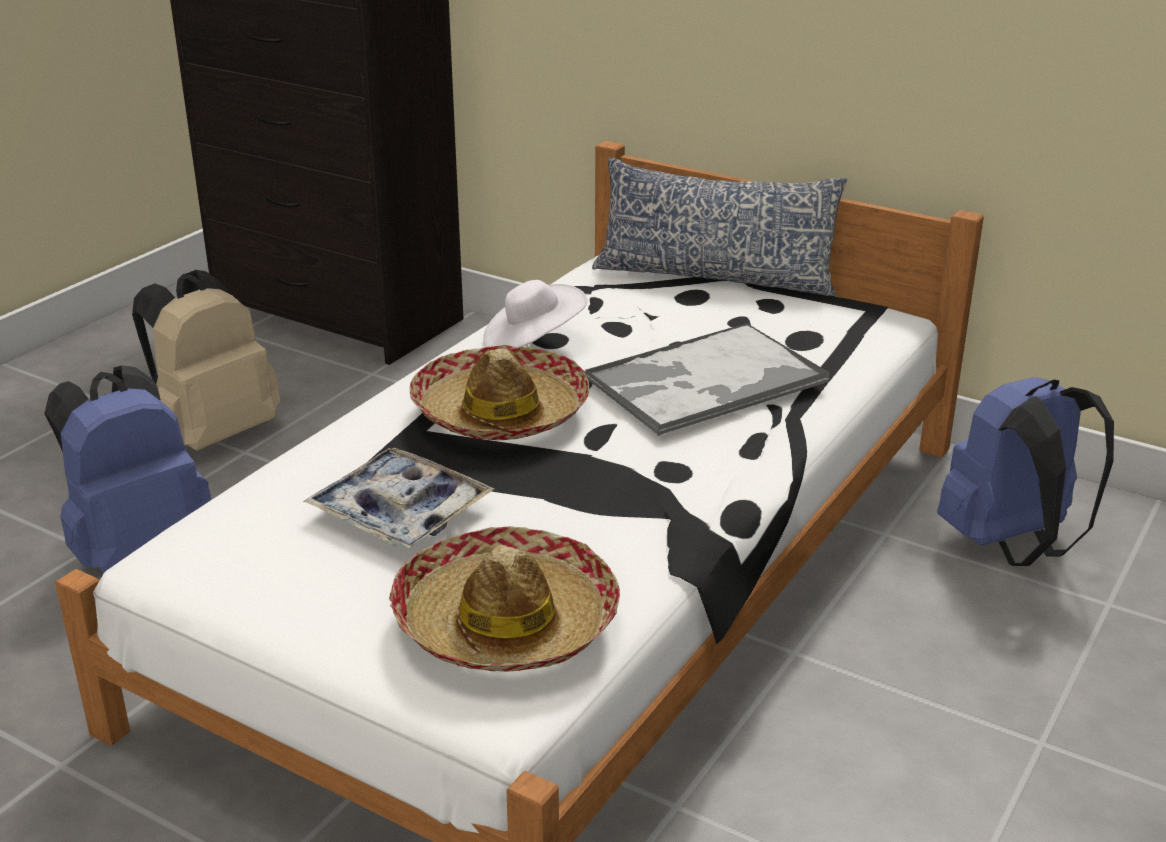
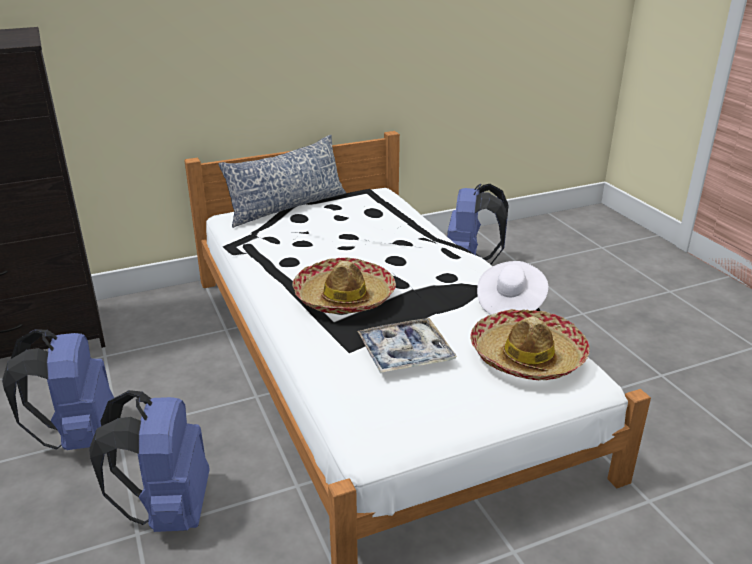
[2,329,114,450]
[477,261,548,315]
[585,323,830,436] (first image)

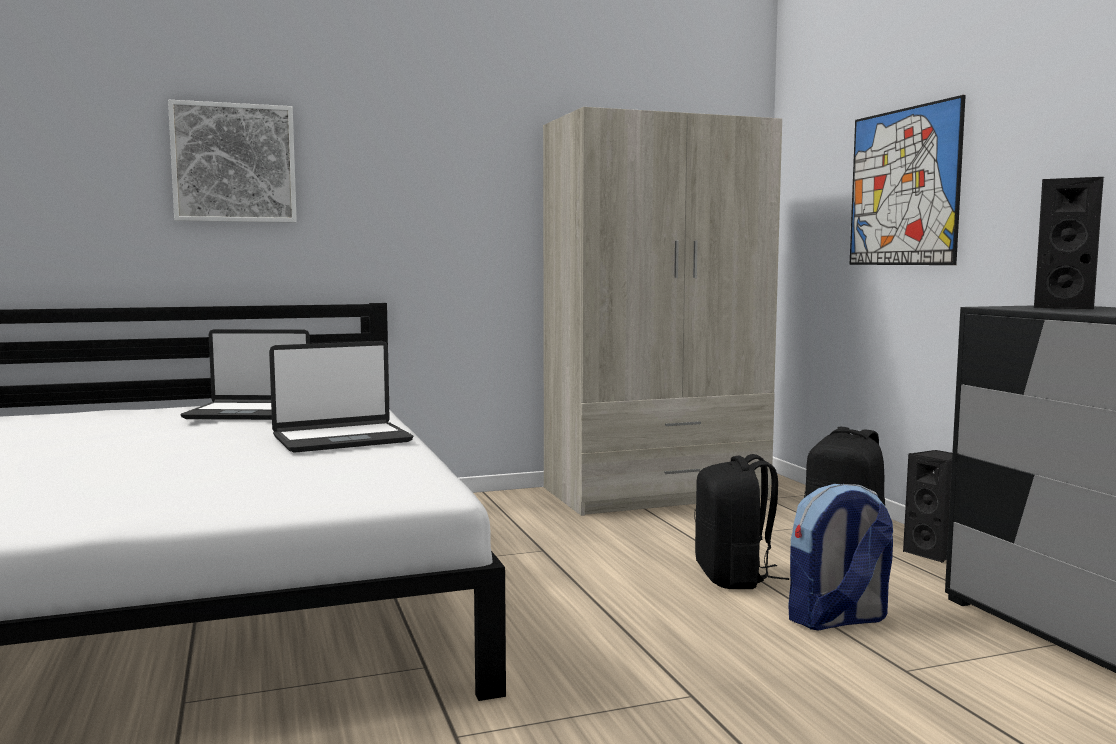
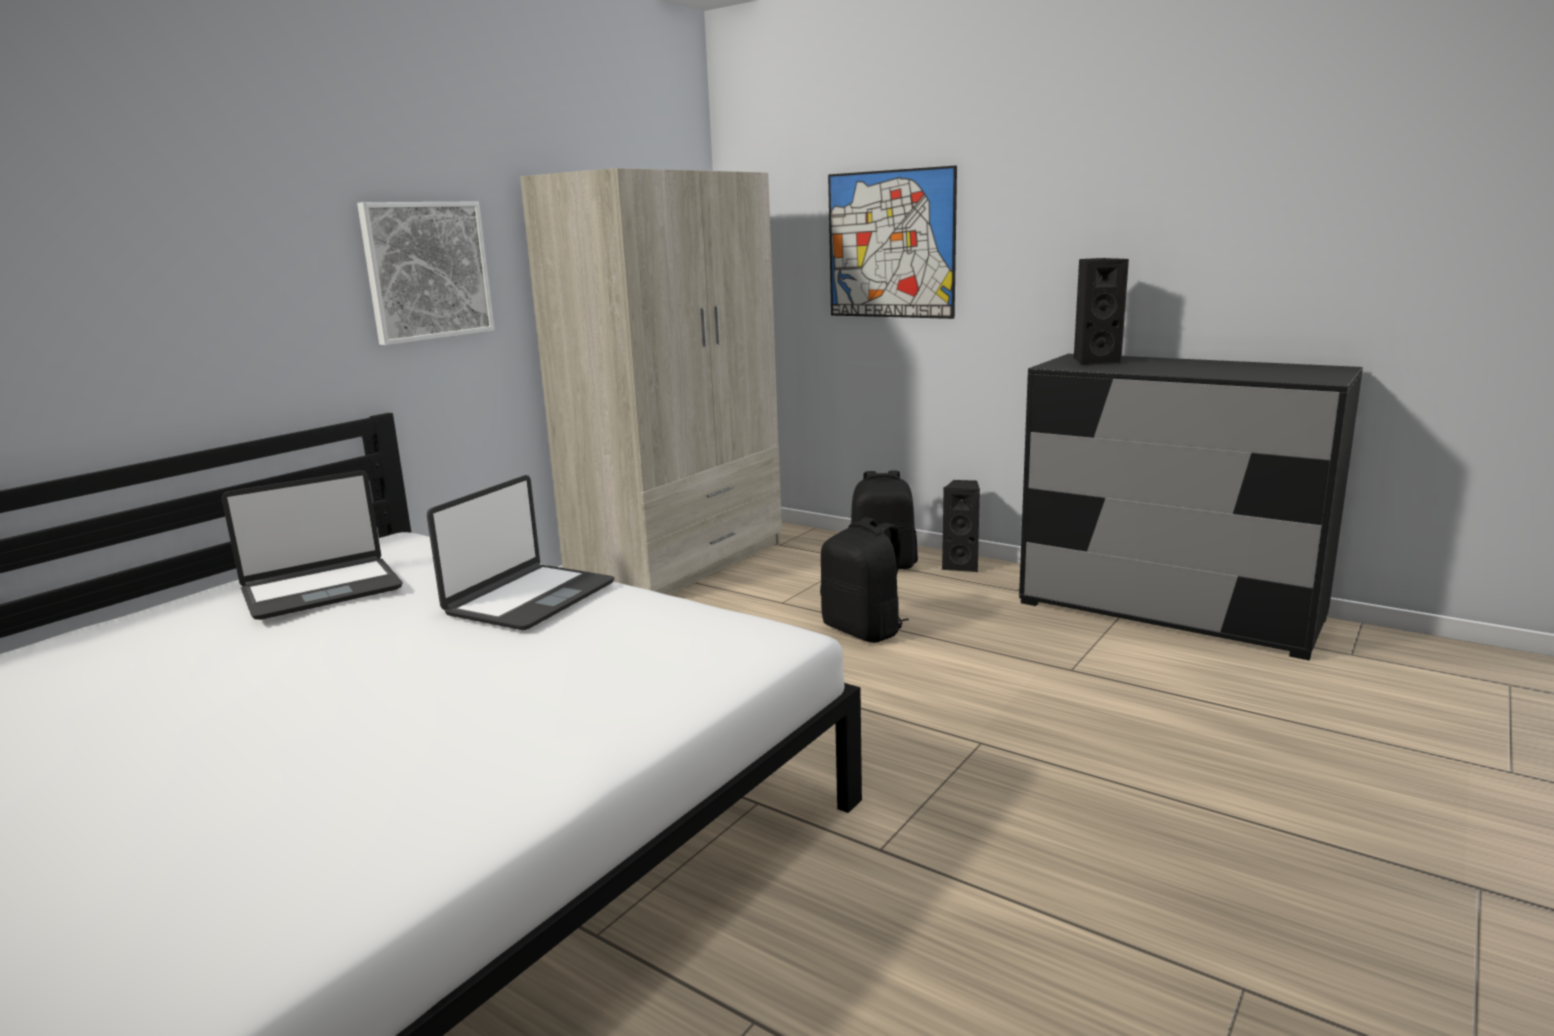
[357,202,495,346]
[788,484,893,630] (first image)

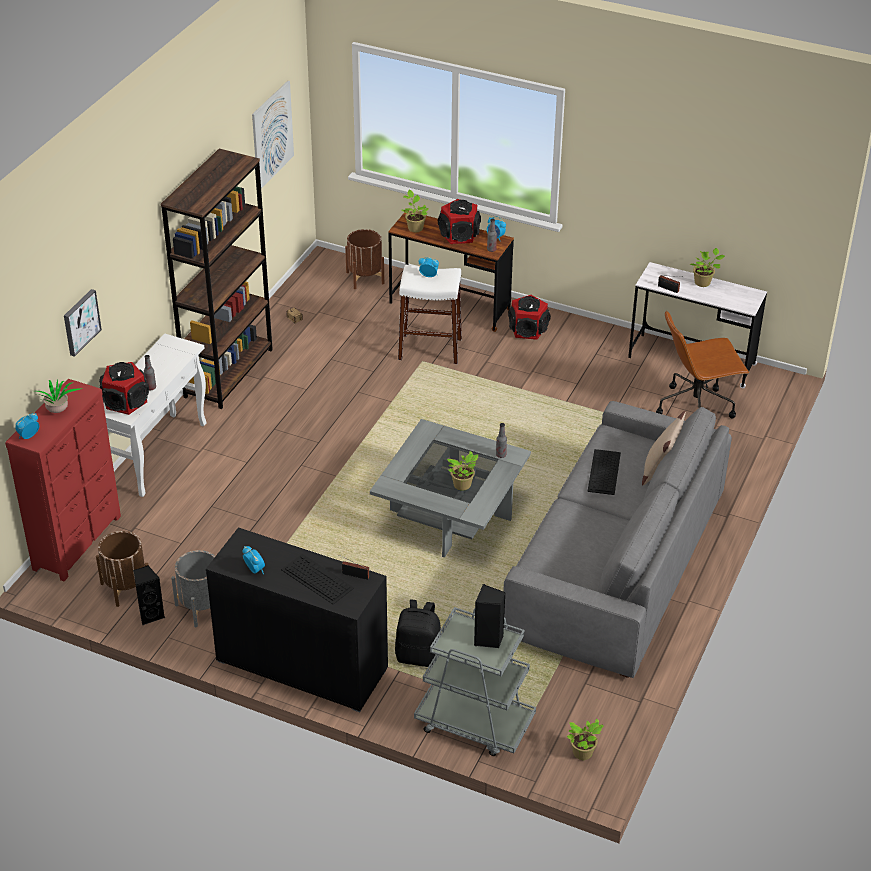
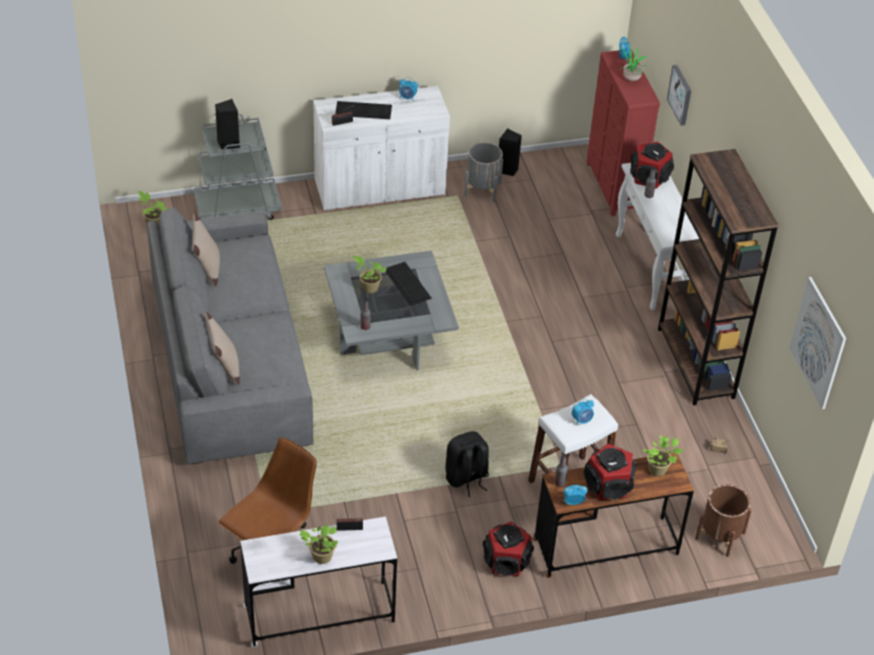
[385,262,432,306]
[313,86,450,210]
[96,531,148,607] (first image)
[446,431,489,497]
[192,214,220,286]

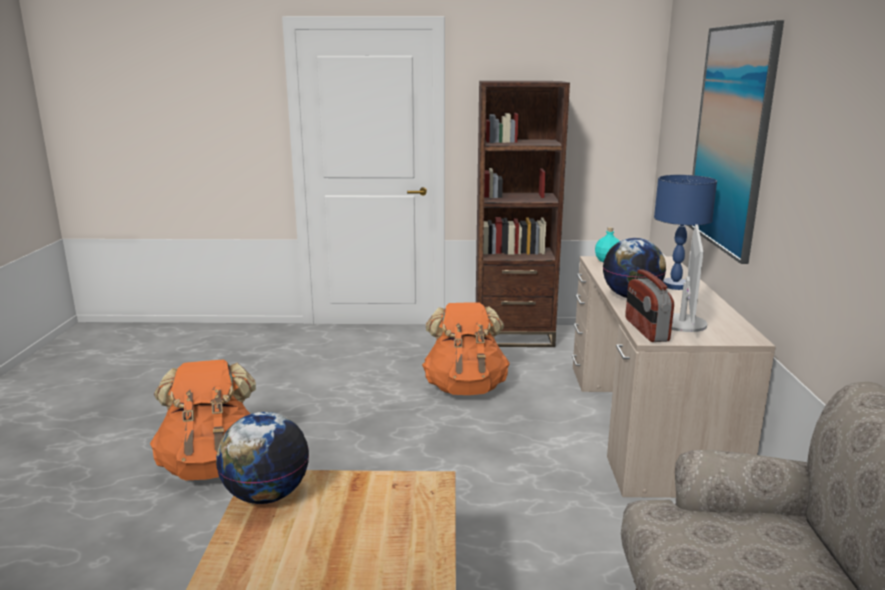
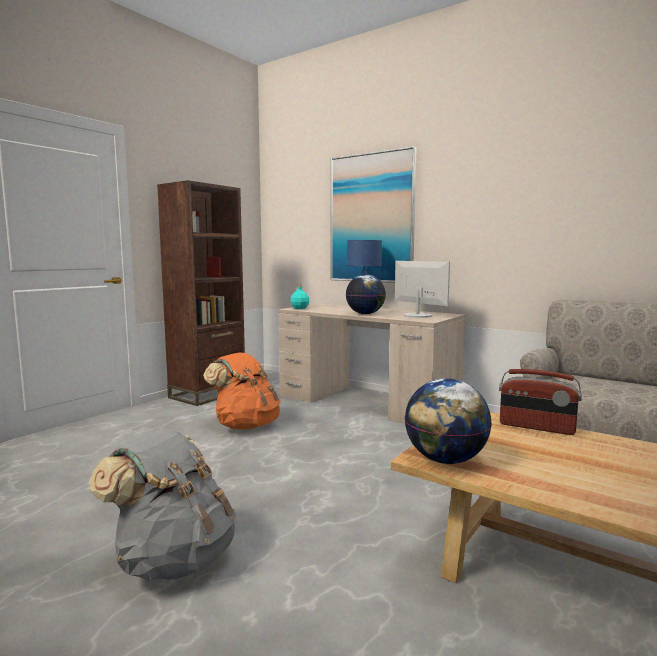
[499,369,582,435]
[89,428,237,581]

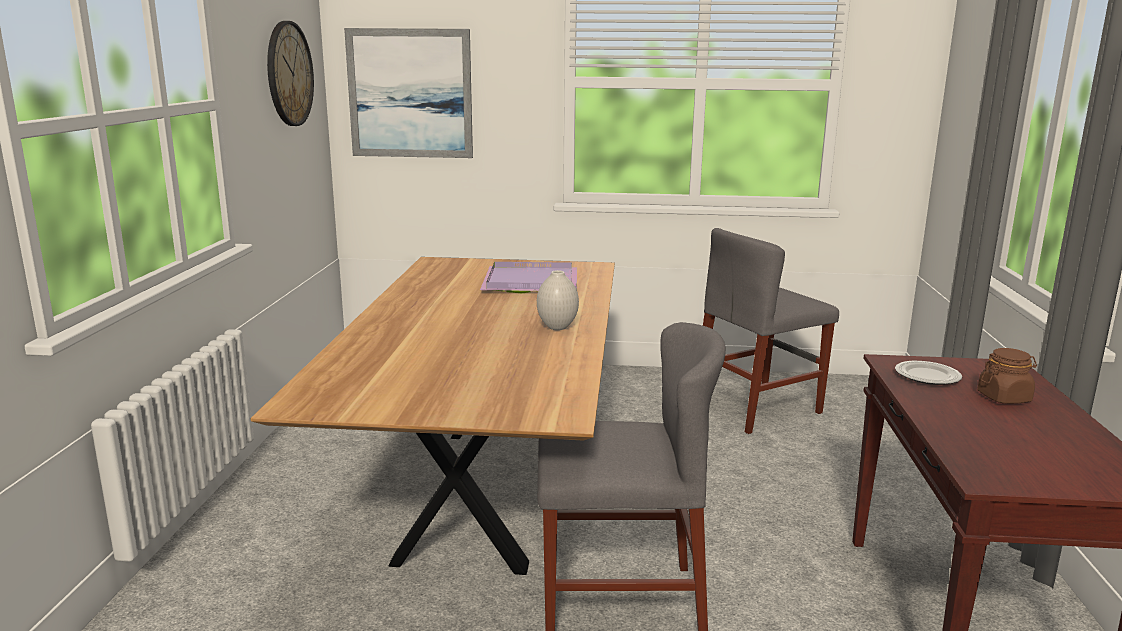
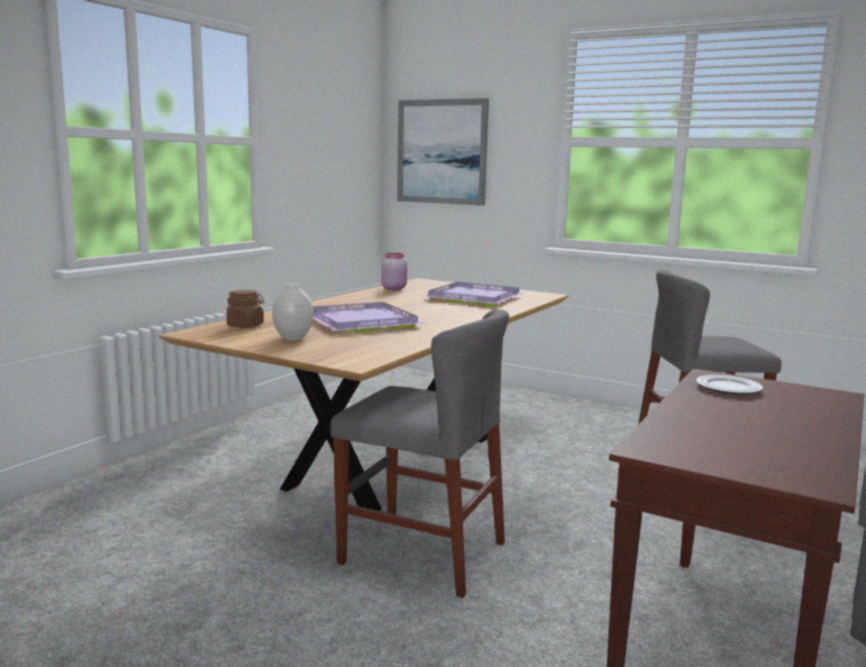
[267,21,314,126] (first image)
[272,283,314,341]
[226,290,264,328]
[381,253,407,290]
[313,302,425,332]

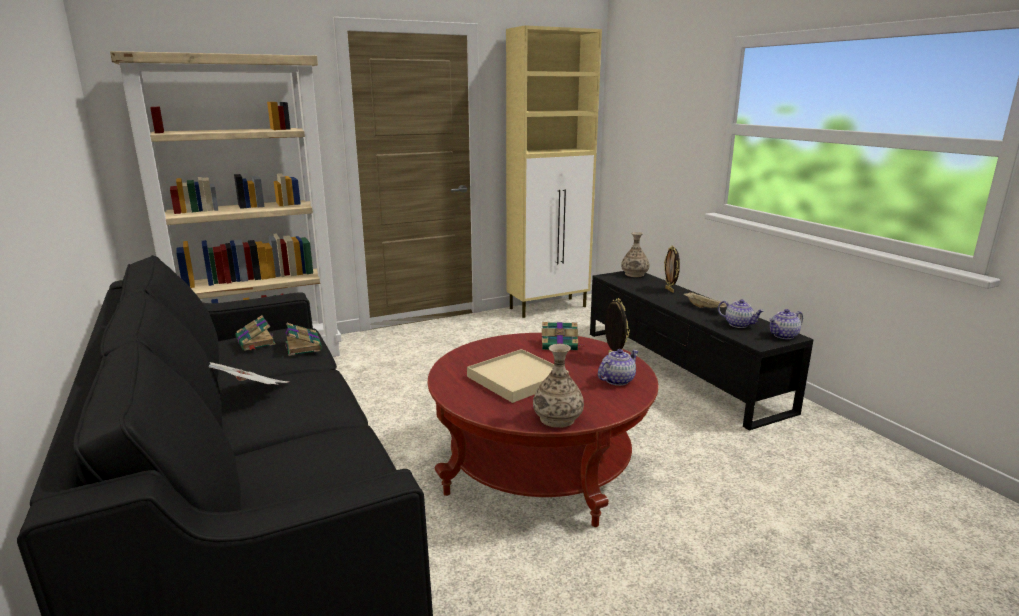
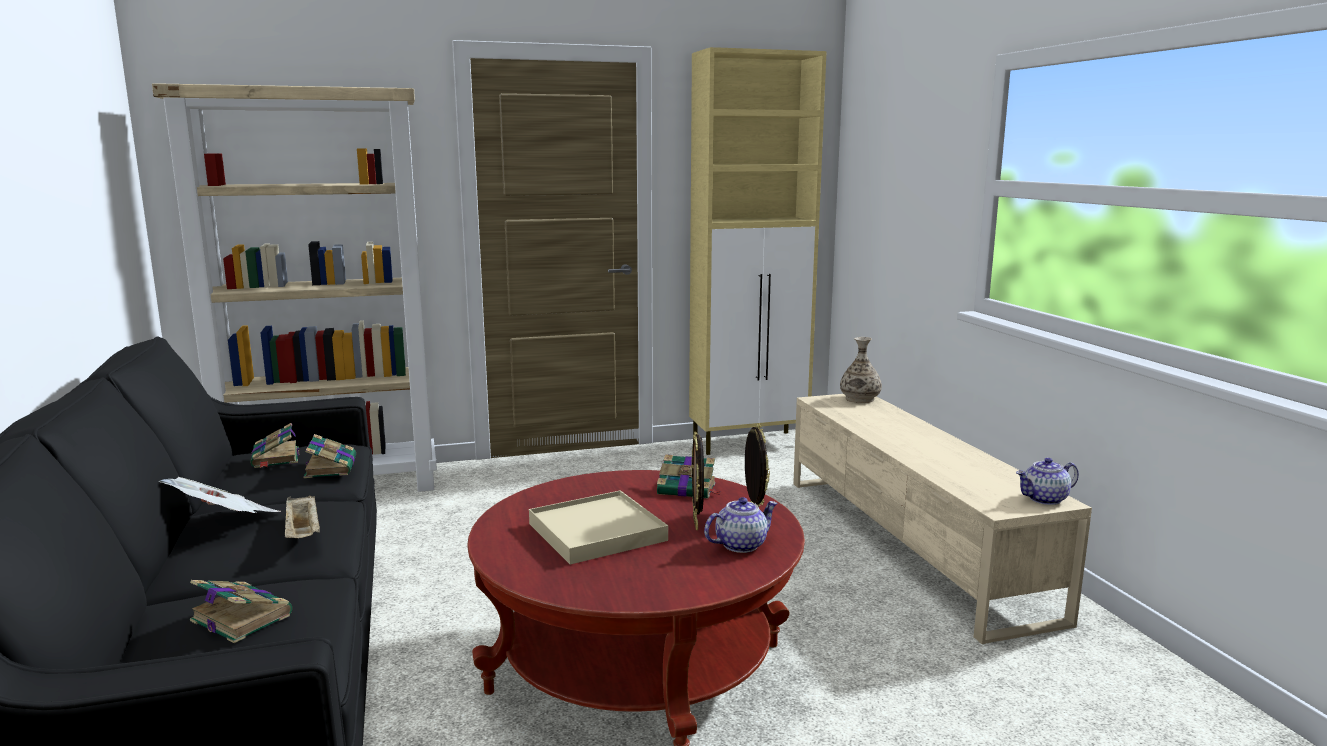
[691,432,704,530]
[793,394,1092,644]
[285,495,320,538]
[718,299,764,328] (first image)
[533,344,584,428] (first image)
[190,580,292,643]

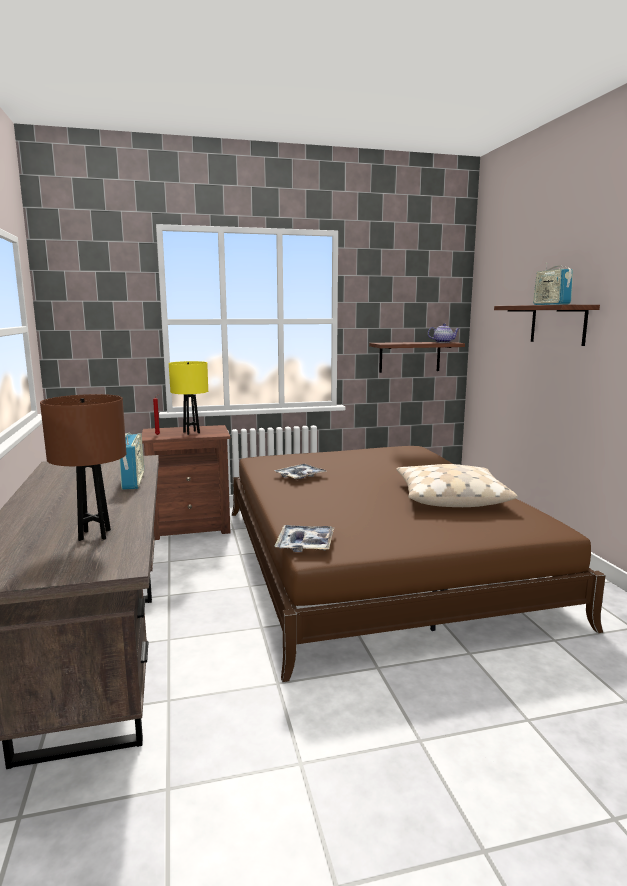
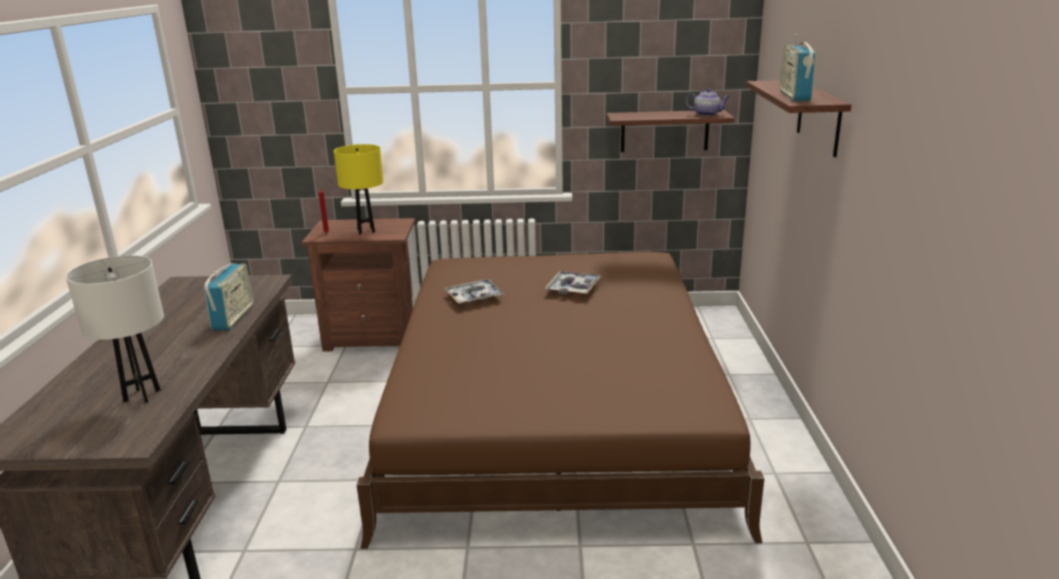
[66,255,164,403]
[396,464,518,507] (first image)
[545,271,601,294]

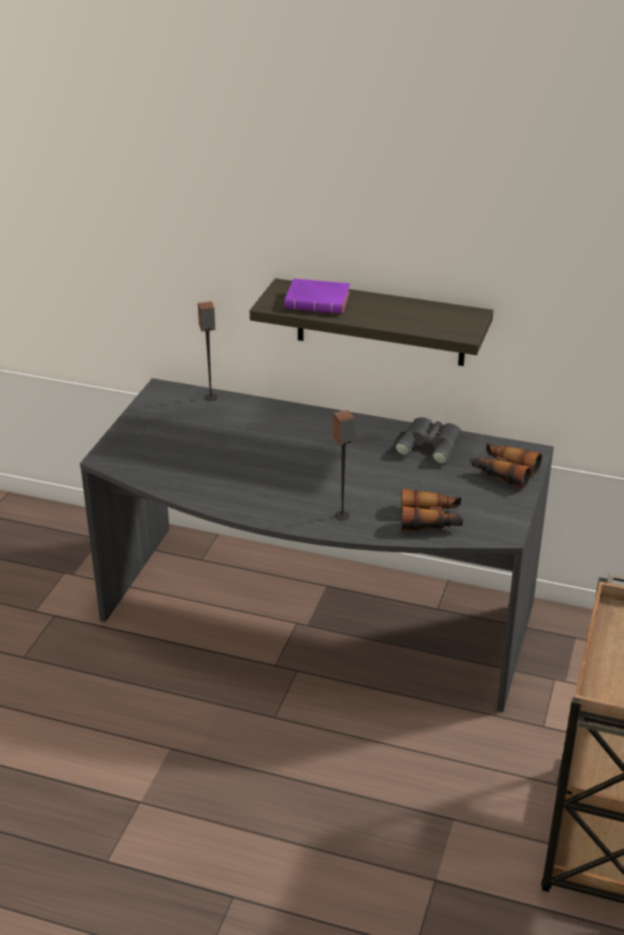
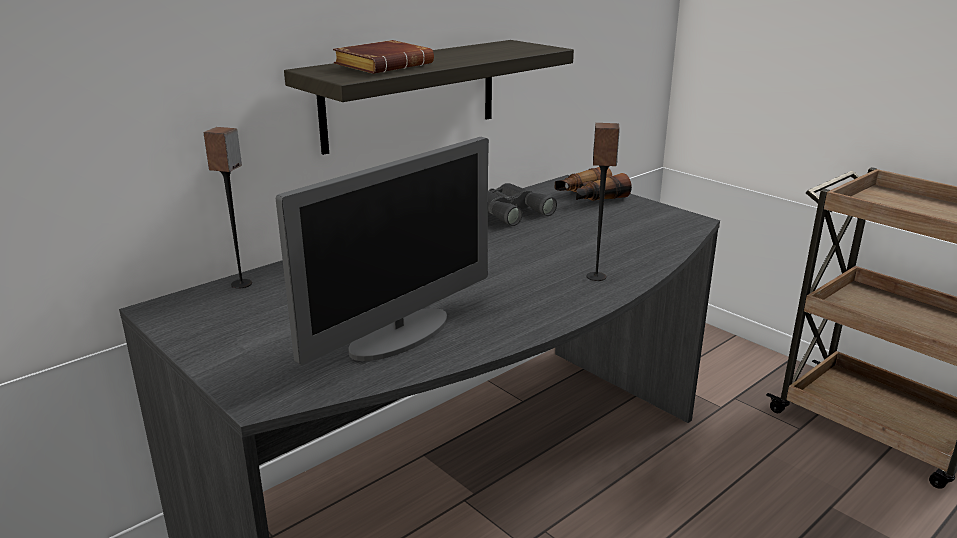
[333,40,434,74]
[401,489,463,531] (first image)
[276,137,489,365]

